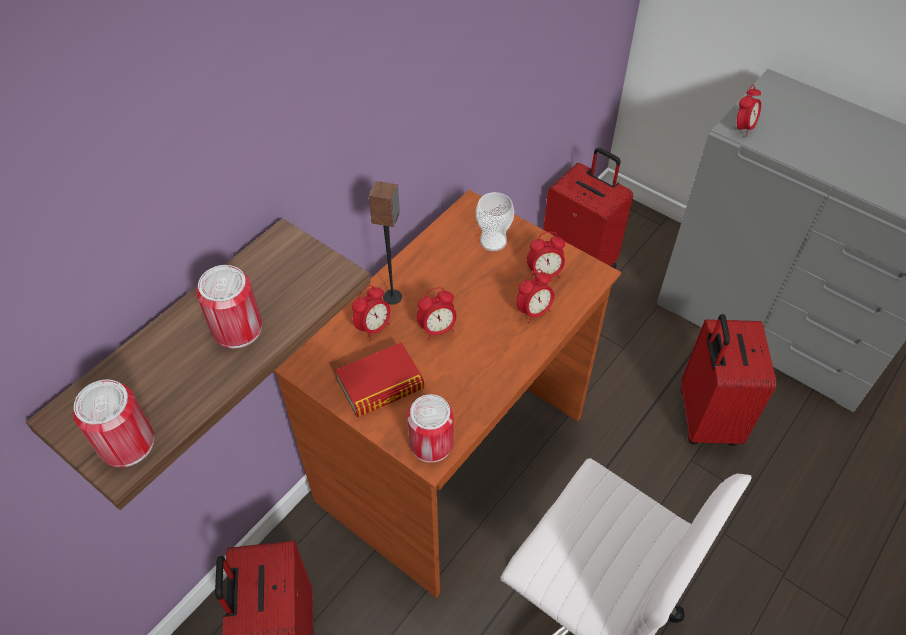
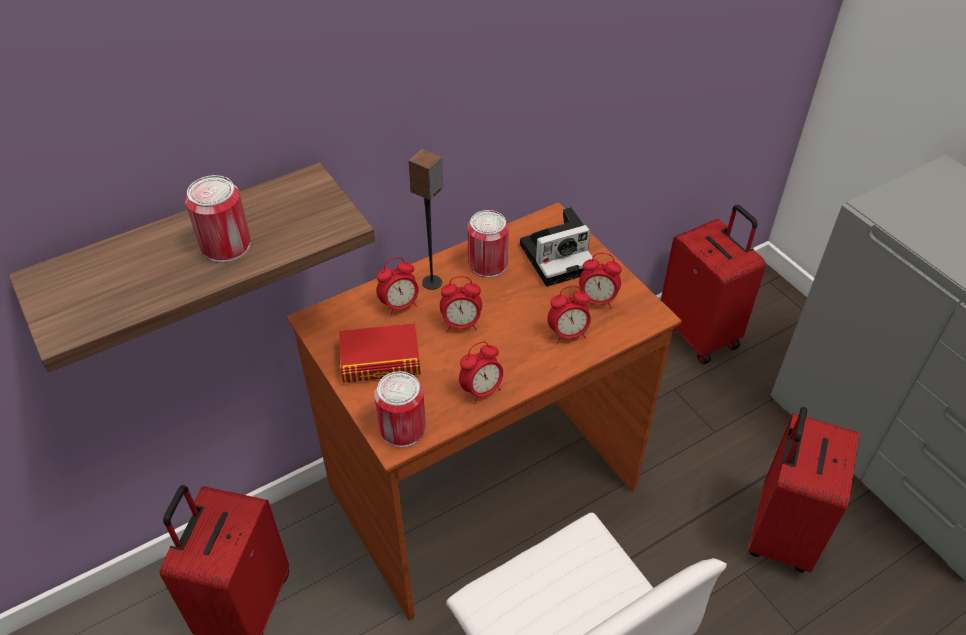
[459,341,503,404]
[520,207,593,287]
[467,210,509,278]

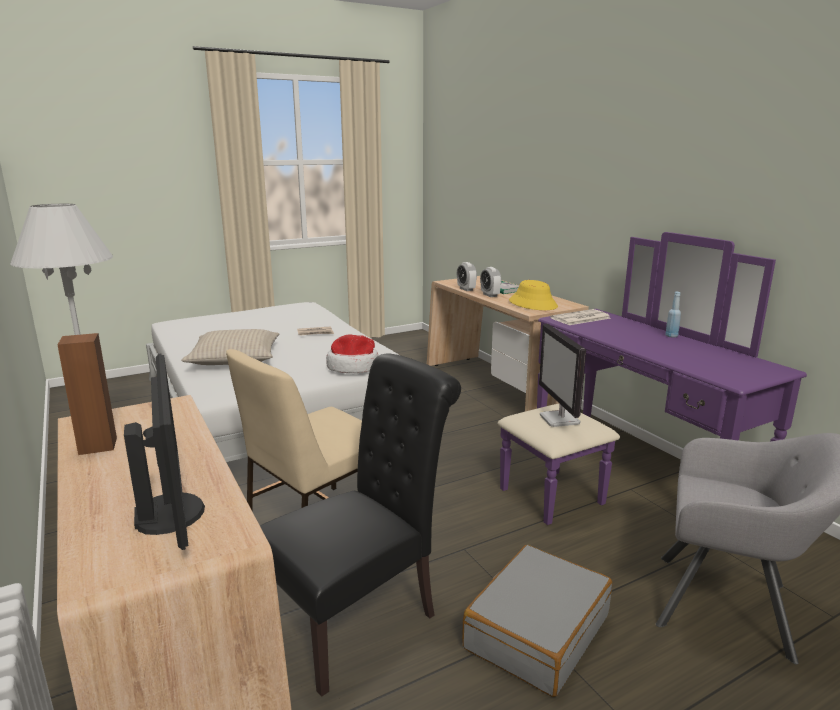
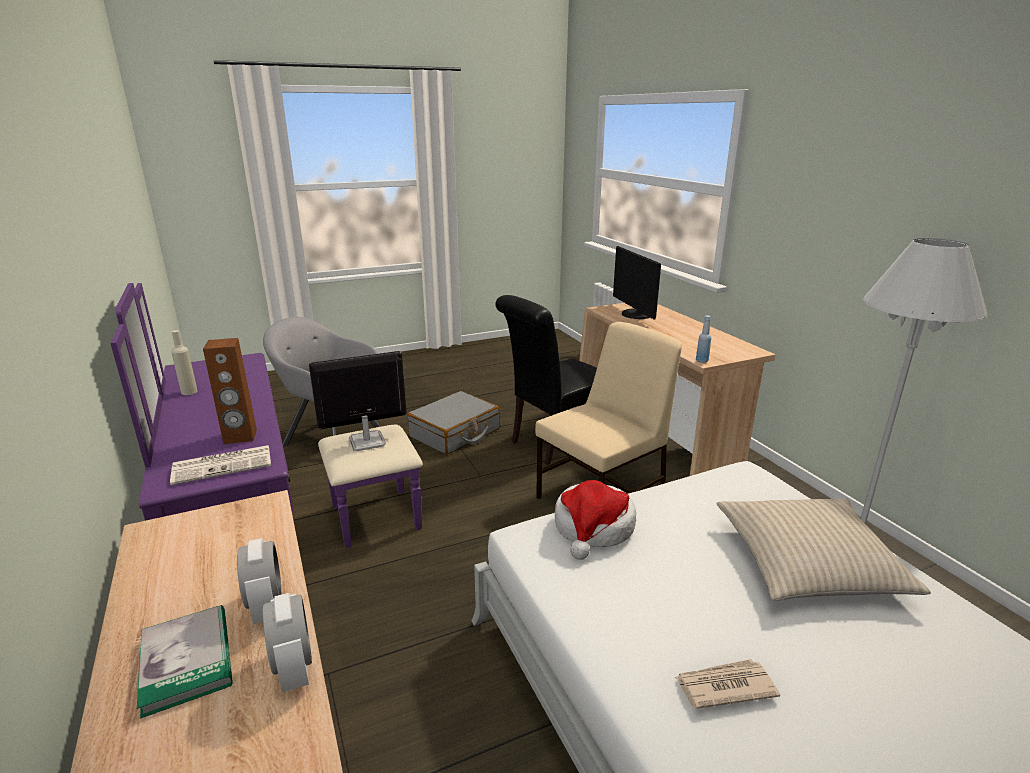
[509,280,558,310] (first image)
[696,315,711,363]
[309,351,407,451]
[203,338,257,444]
[171,330,198,395]

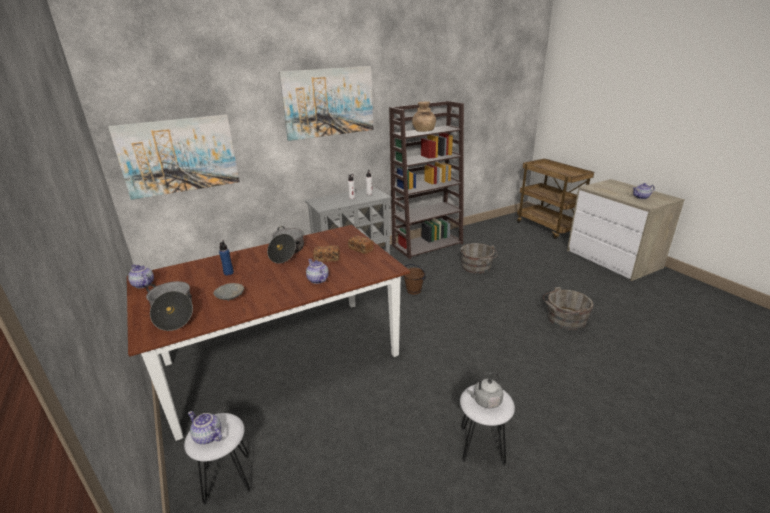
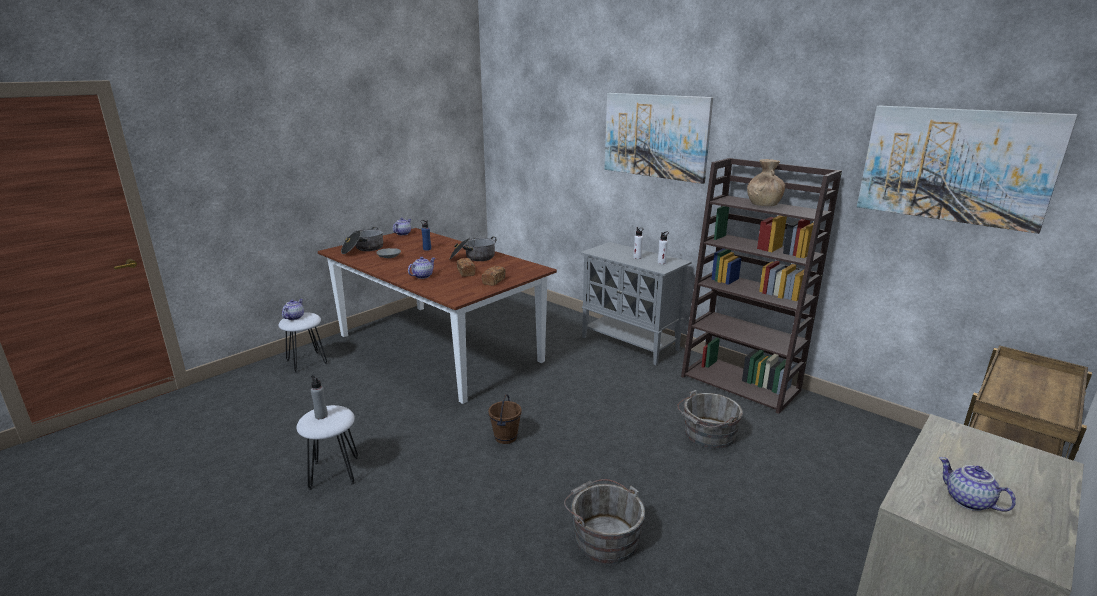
[857,106,1078,234]
[488,394,522,444]
[311,375,328,419]

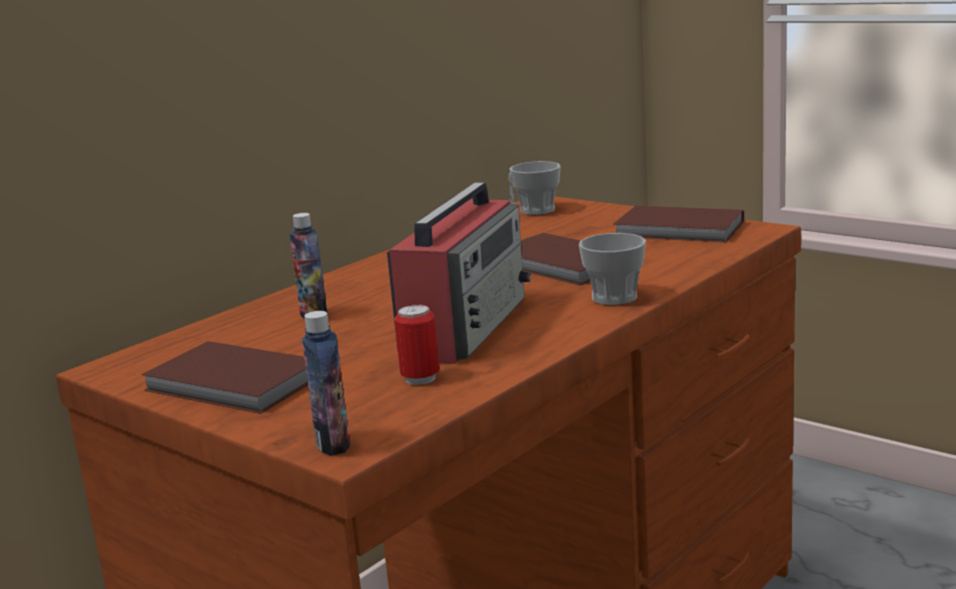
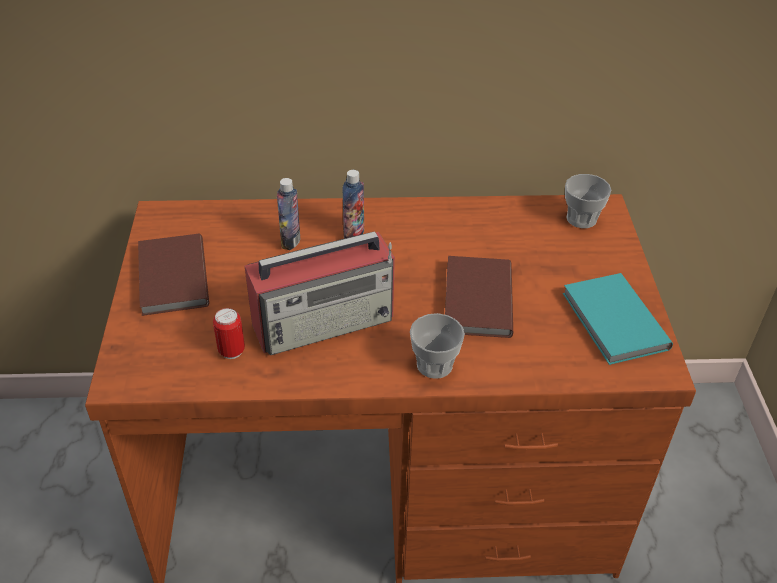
[562,273,673,365]
[343,170,364,239]

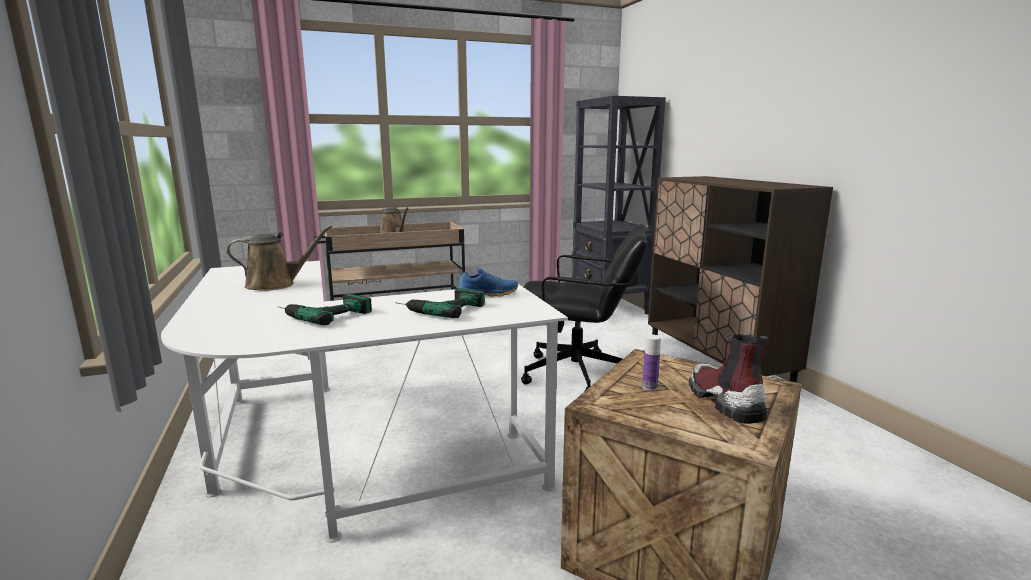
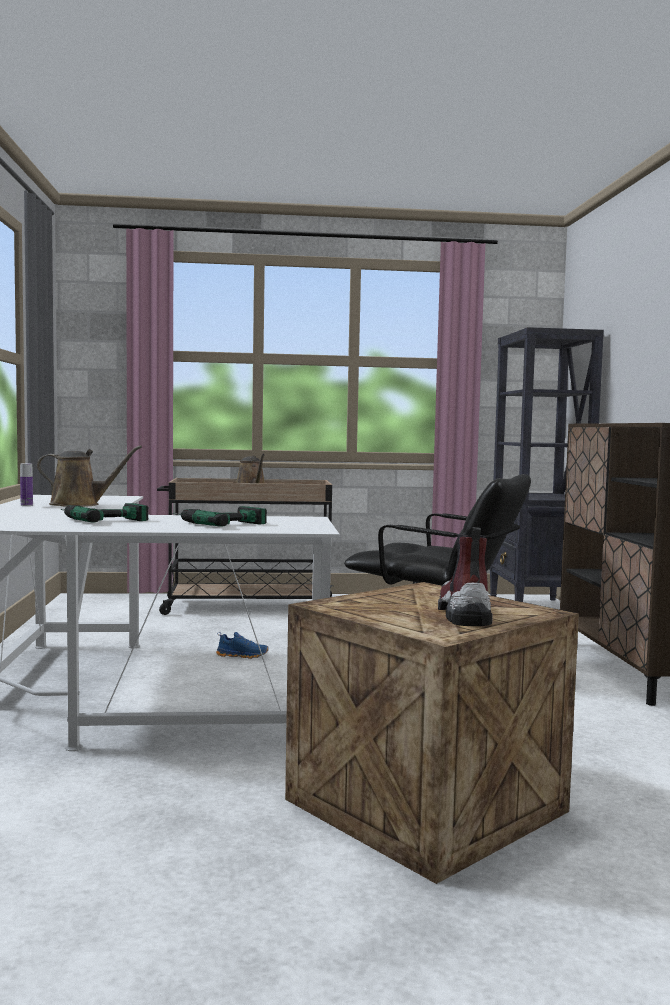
[216,632,269,659]
[20,463,33,506]

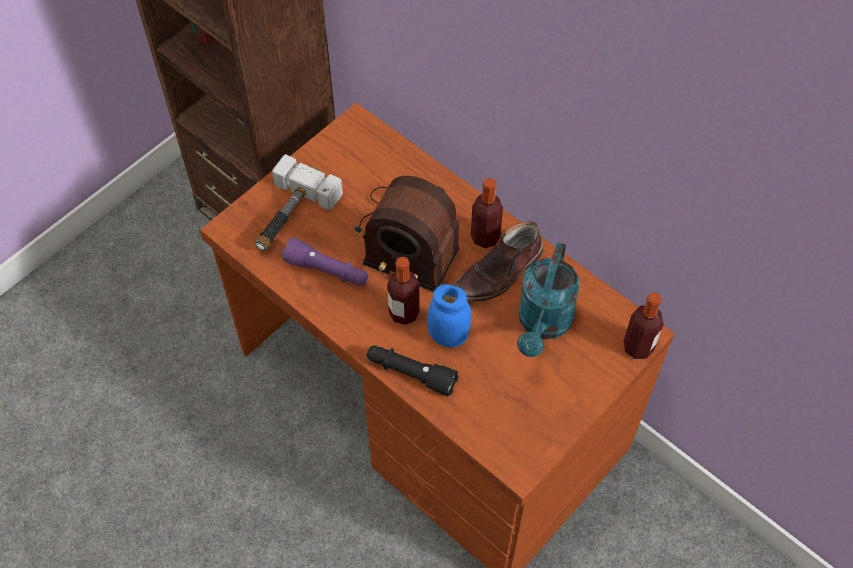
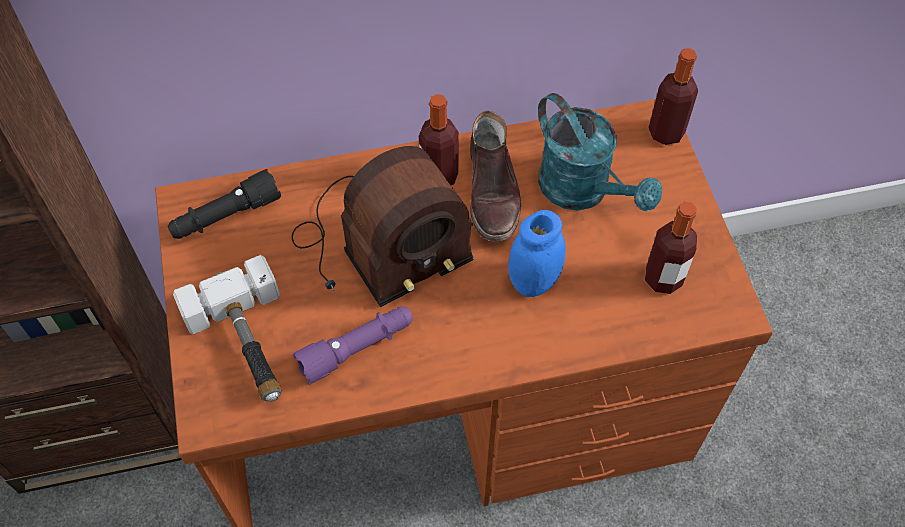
[645,202,697,294]
[168,169,281,239]

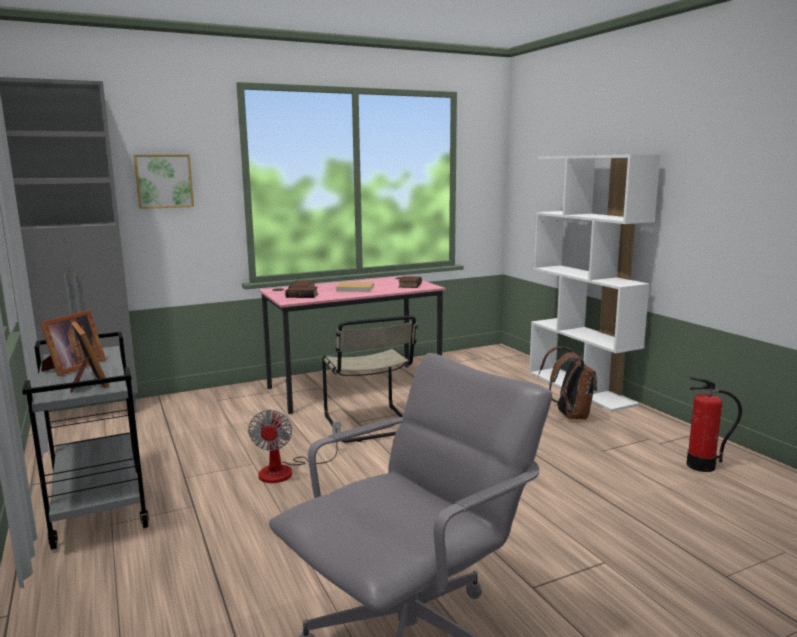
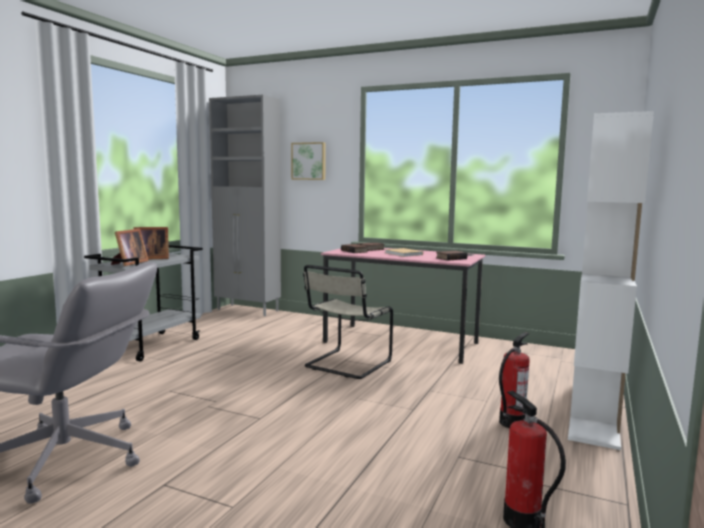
[499,332,530,428]
[248,410,341,483] (first image)

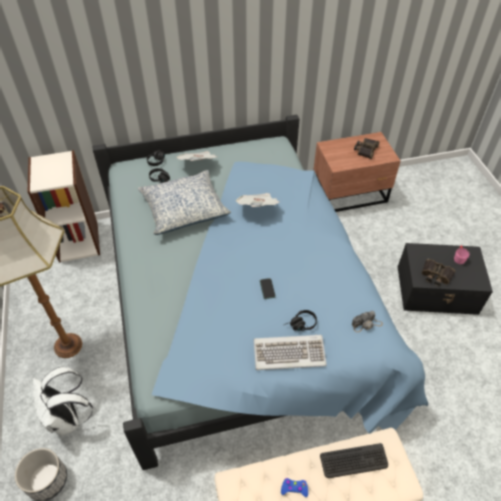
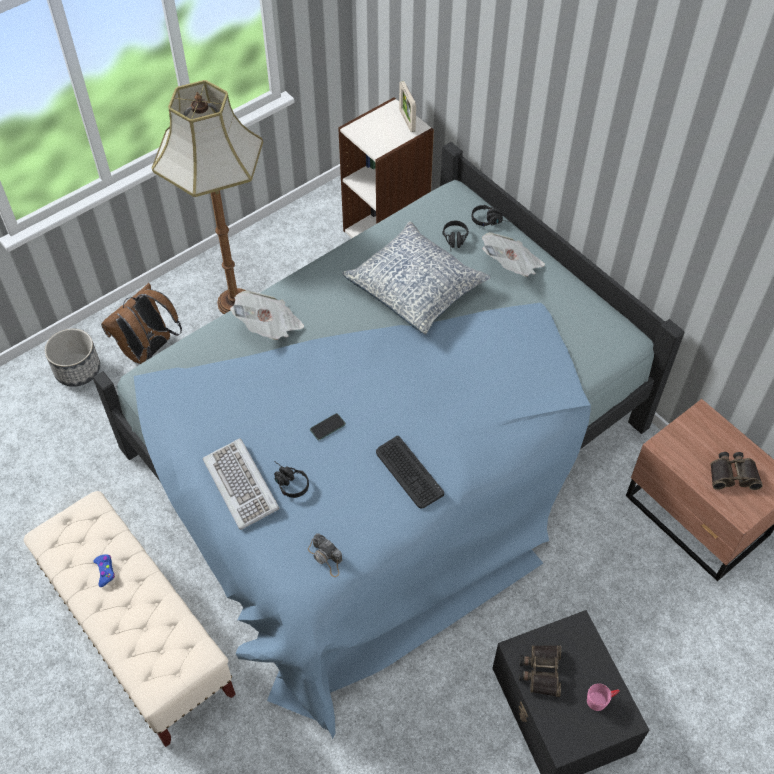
[230,290,304,340]
[101,283,182,364]
[376,436,444,509]
[399,81,416,132]

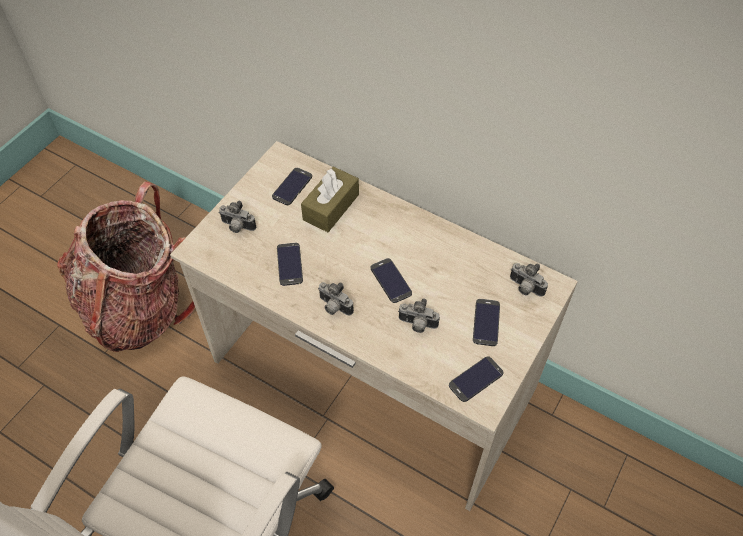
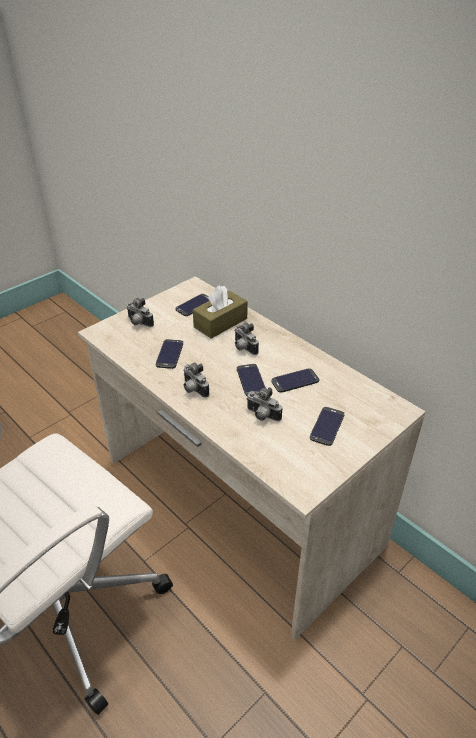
[57,182,195,352] (first image)
[234,322,259,355]
[271,368,319,393]

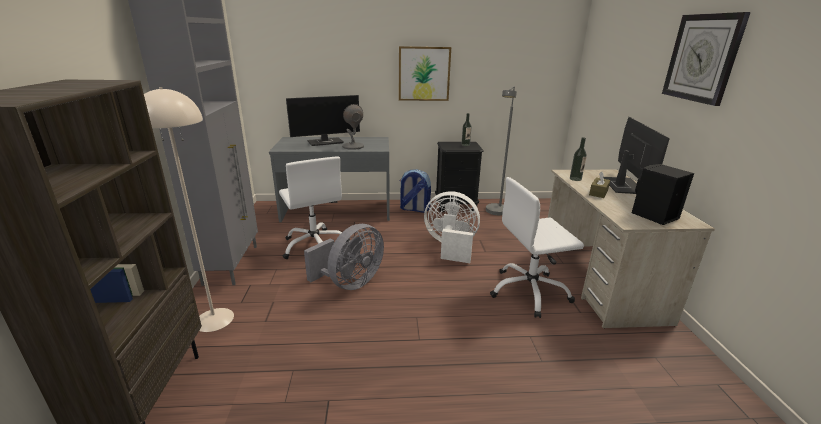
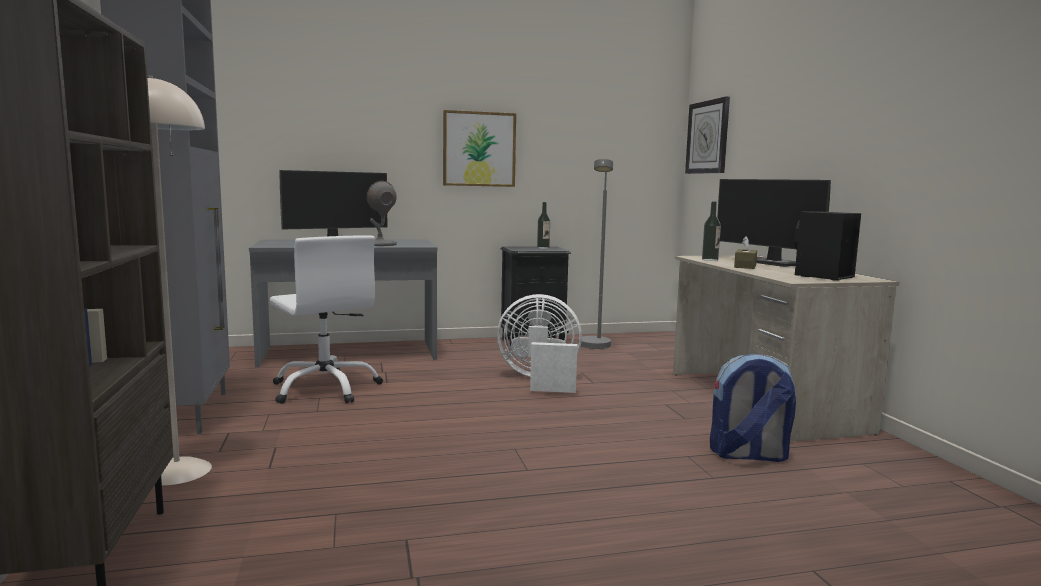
[685,97,730,174]
[717,179,831,267]
[710,354,796,462]
[490,177,584,318] (first image)
[304,224,384,290] (first image)

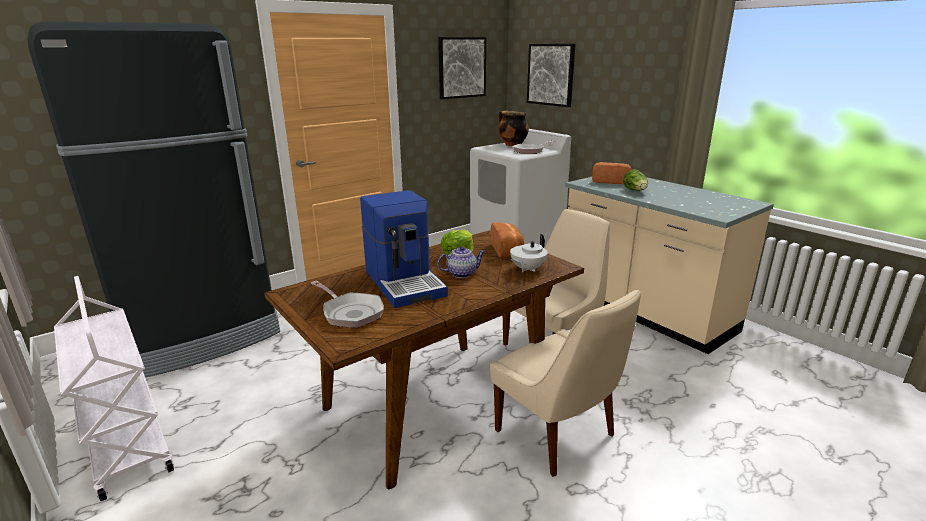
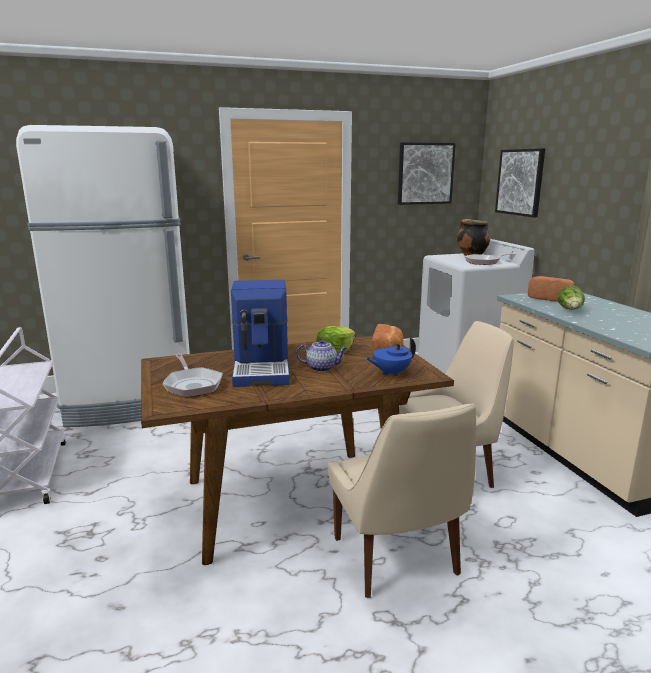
[16,125,190,427]
[366,338,416,376]

